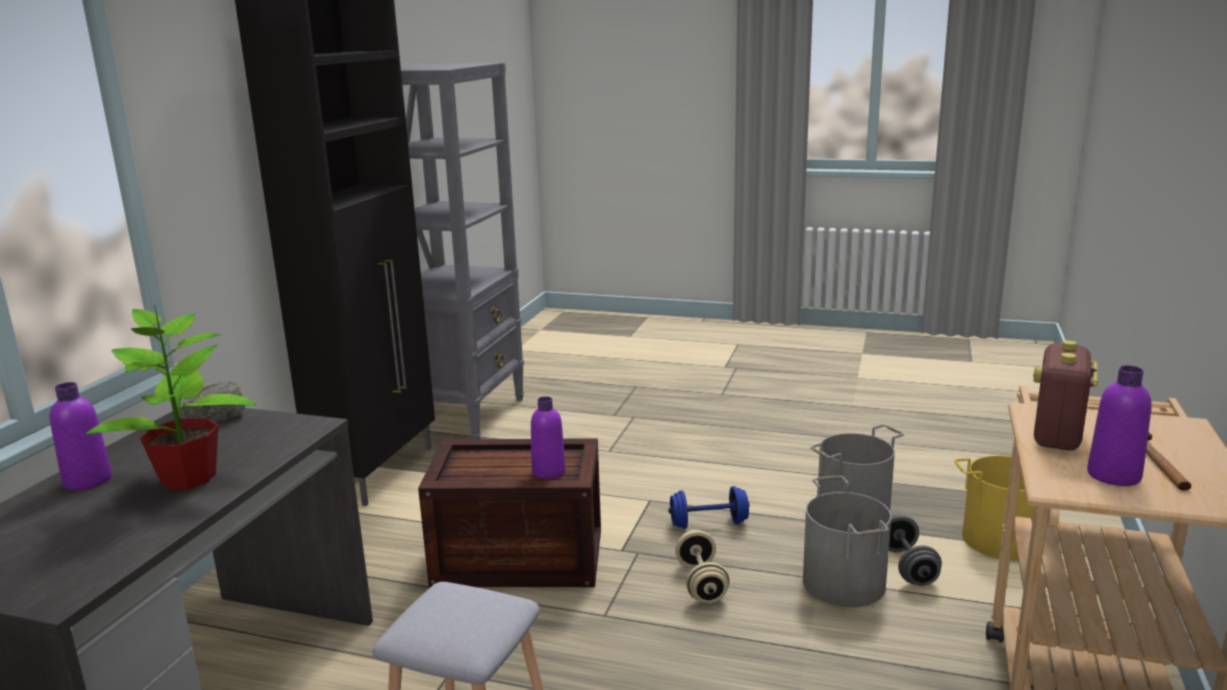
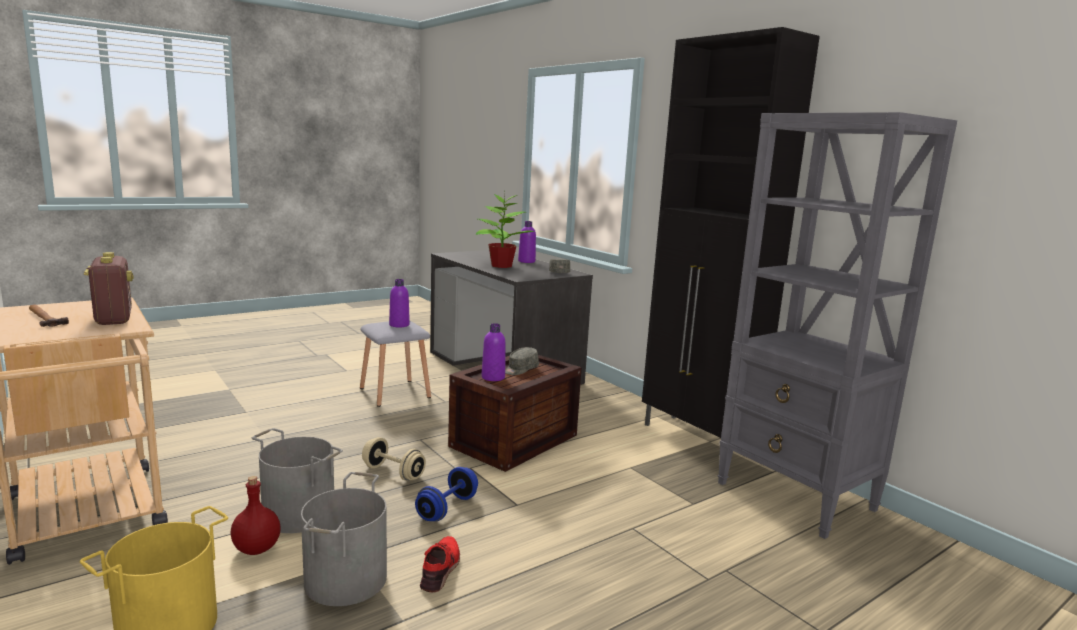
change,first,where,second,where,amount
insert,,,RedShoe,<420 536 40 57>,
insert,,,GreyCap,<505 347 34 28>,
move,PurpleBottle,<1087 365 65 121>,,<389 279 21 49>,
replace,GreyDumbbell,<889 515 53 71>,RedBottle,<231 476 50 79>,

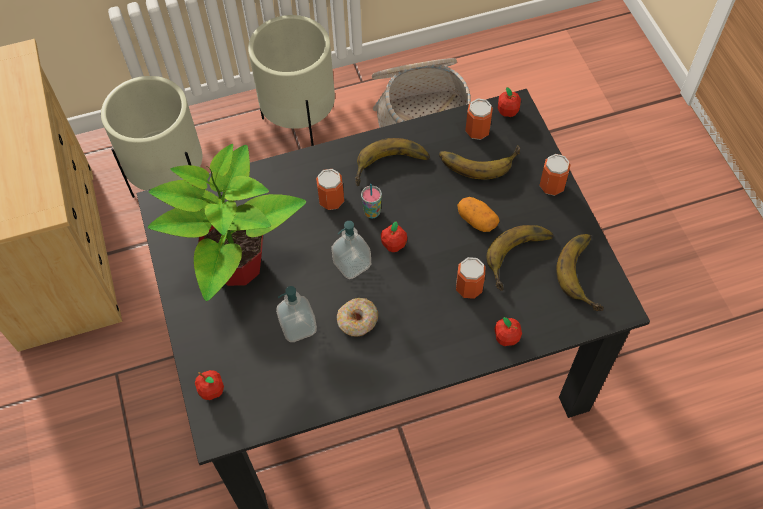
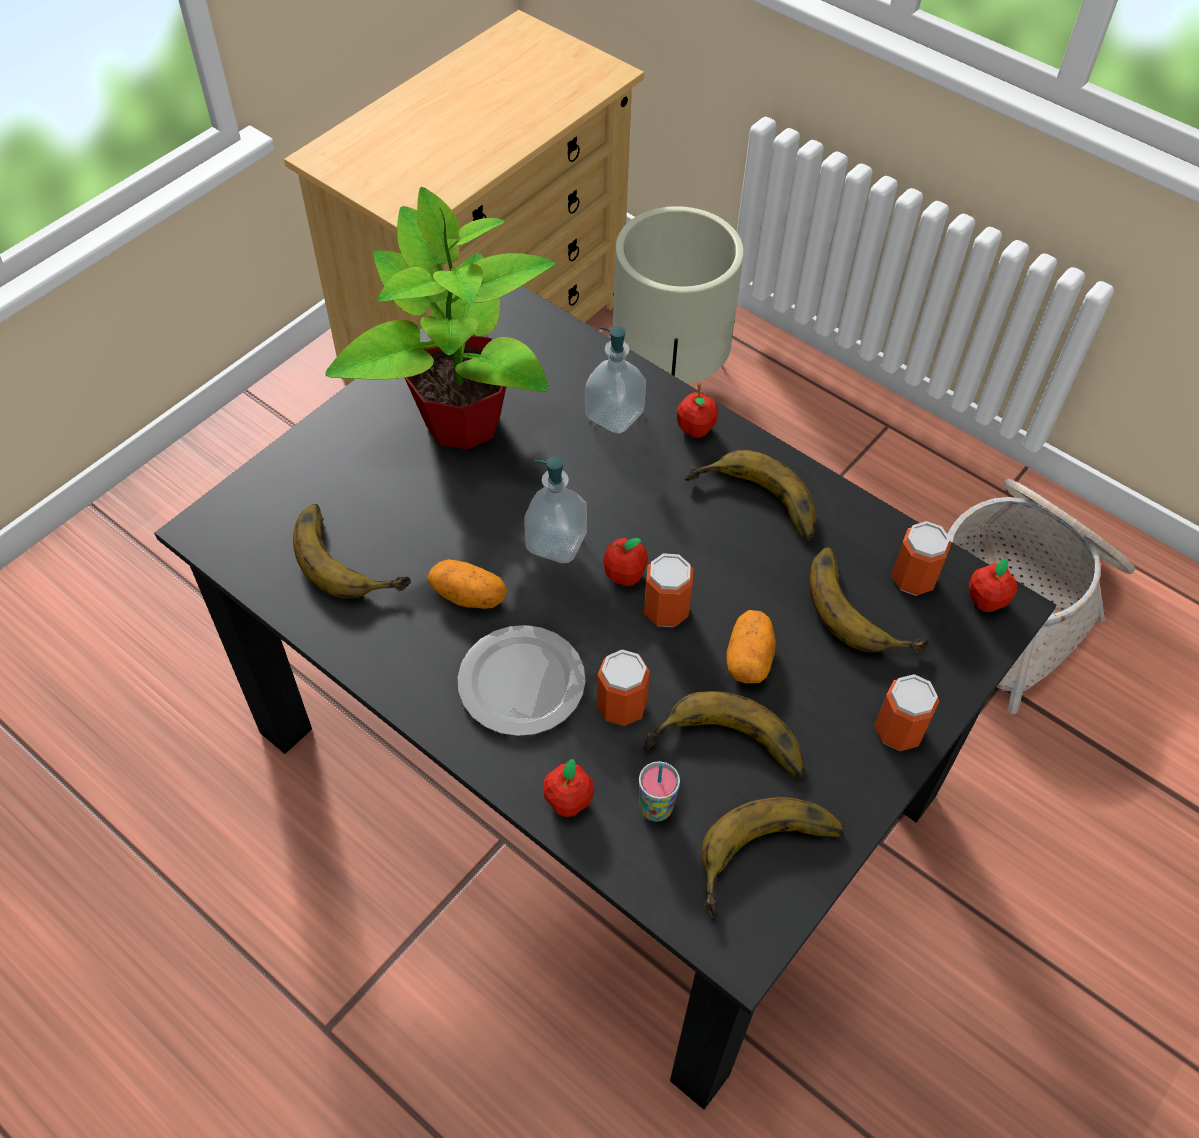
change,first,where,second,where,amount
delete,BeigePlanter,<248 15 87 131>,,,
insert,,,Banana,<293 504 118 95>,
insert,,,Plate,<458 625 127 111>,
move,Apple,<195 370 29 30>,,<677 383 42 55>,
move,SoapDispenser,<276 286 41 56>,,<585 326 61 108>,
move,Can,<316 169 28 41>,,<644 553 49 74>,
move,Cup,<361 184 21 34>,,<639 761 41 61>,
replace,Donut,<337 298 41 39>,Potato,<428 559 80 50>,

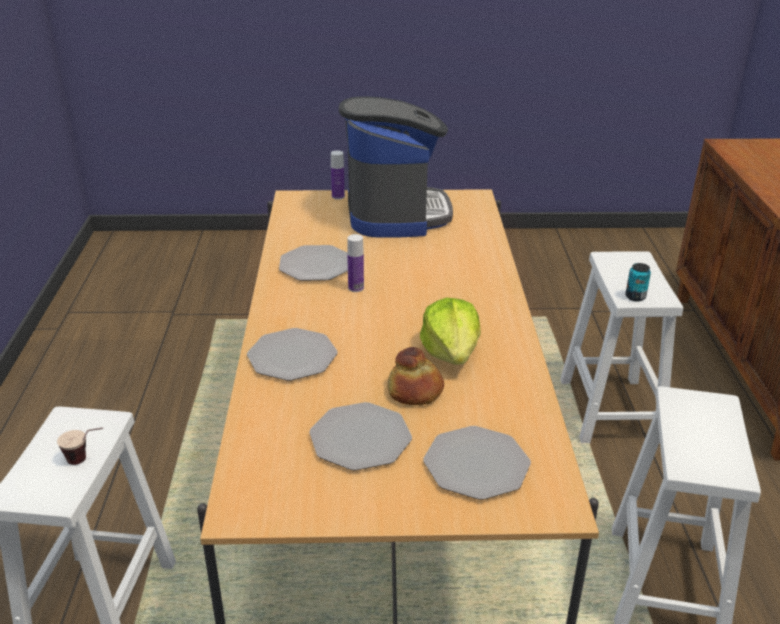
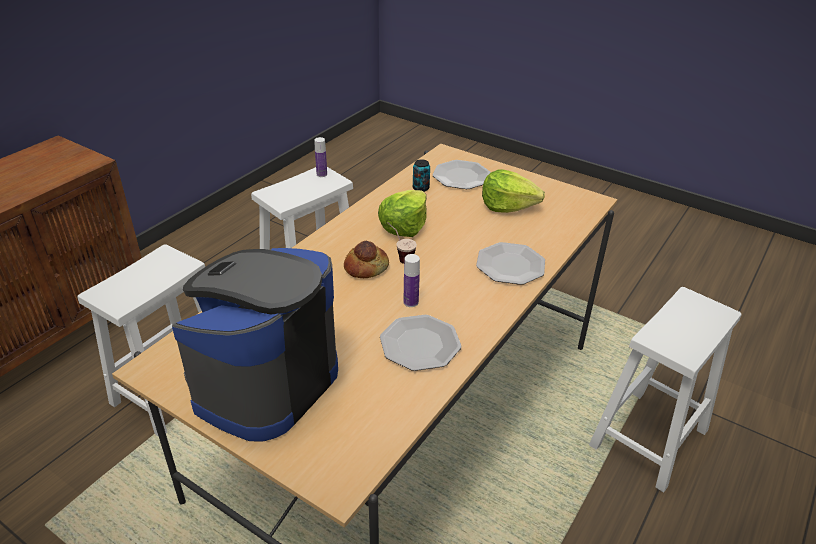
change,first,where,second,where,amount
move,Cup,<57 427 46 38>,,<387 222 30 42>,
move,Bottle,<331 151 14 49>,,<314 137 13 40>,
move,Bread,<388 347 56 58>,,<344 241 45 37>,
move,Can,<625 263 26 38>,,<413 159 17 33>,
replace,Plate,<309 402 103 69>,Lettuce,<482 169 63 44>,

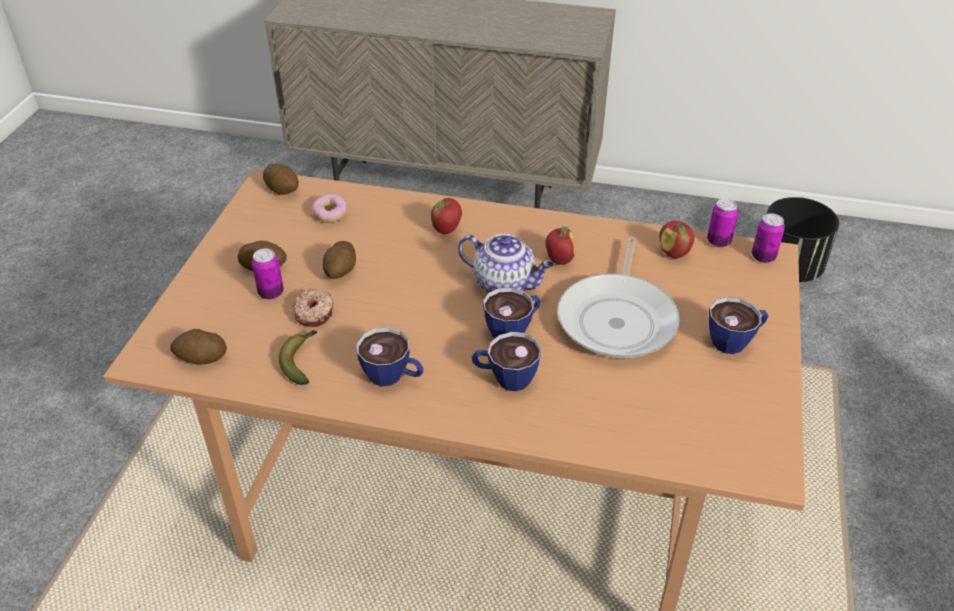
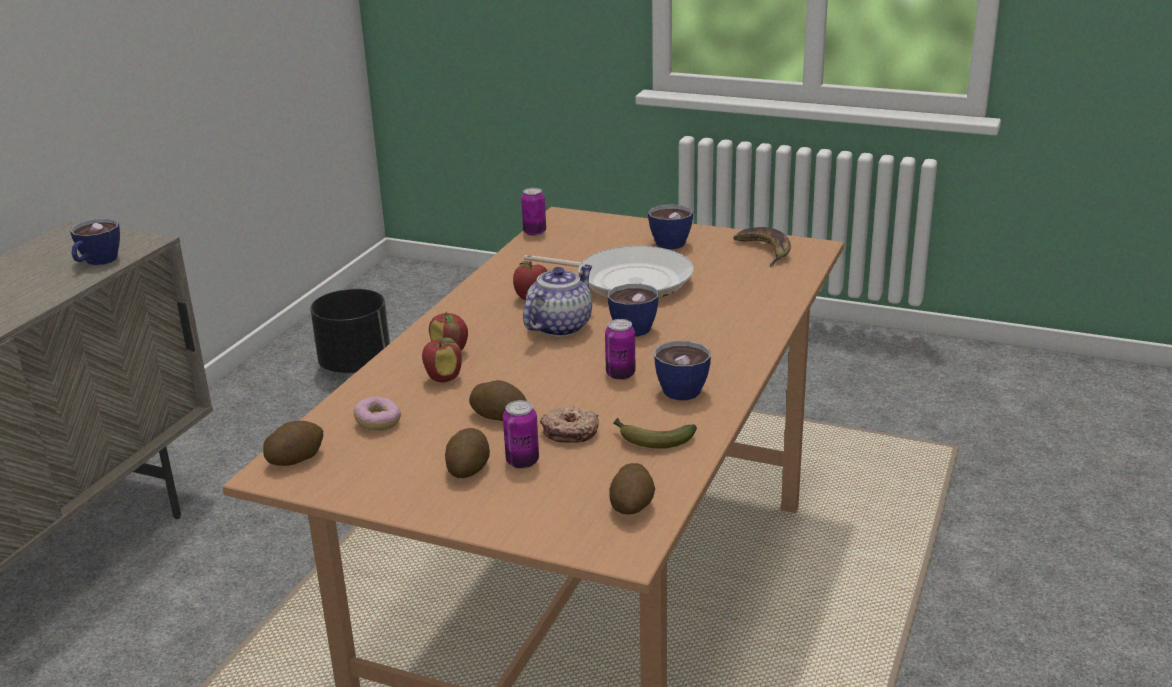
change,first,where,second,where,amount
insert,,,Banana,<733 227 58 40>,
move,Cup,<472 332 69 59>,,<70 218 50 47>,
move,Apple,<659 221 35 37>,,<422 337 40 45>,
move,Can,<752 213 33 50>,,<605 319 31 61>,

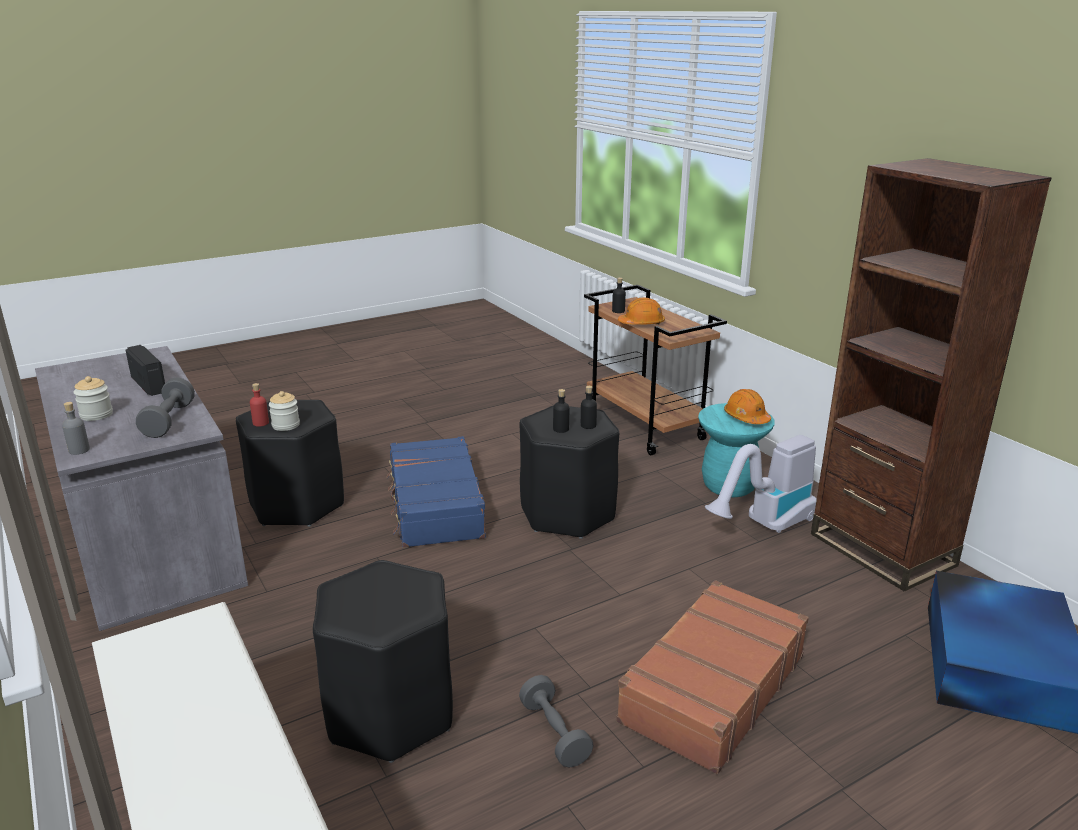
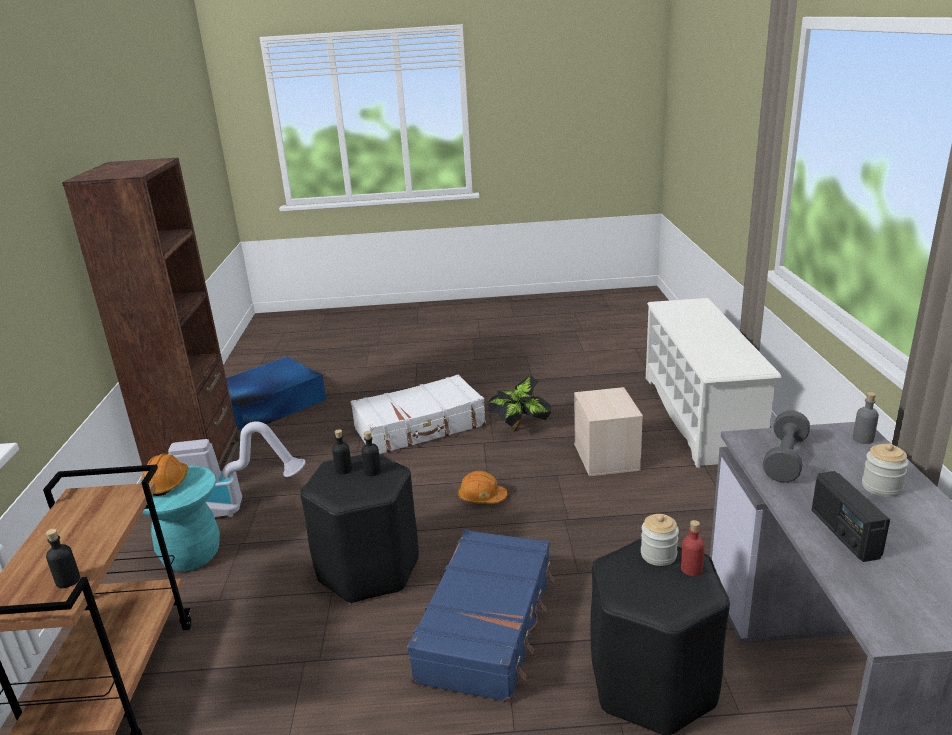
change,first,where,second,where,amount
move,OrangeHardHat,<618 297 47 28>,,<458 471 49 33>,
replace,BlackStool,<313 560 140 203>,BeigeStorageBox,<574 387 69 89>,
replace,GreyDumbbell,<519 675 75 92>,PottedPlant,<487 375 65 57>,
recolor,BrownSuitcase,<616 580 193 194>,WhiteSuitcase,<351 374 135 80>,

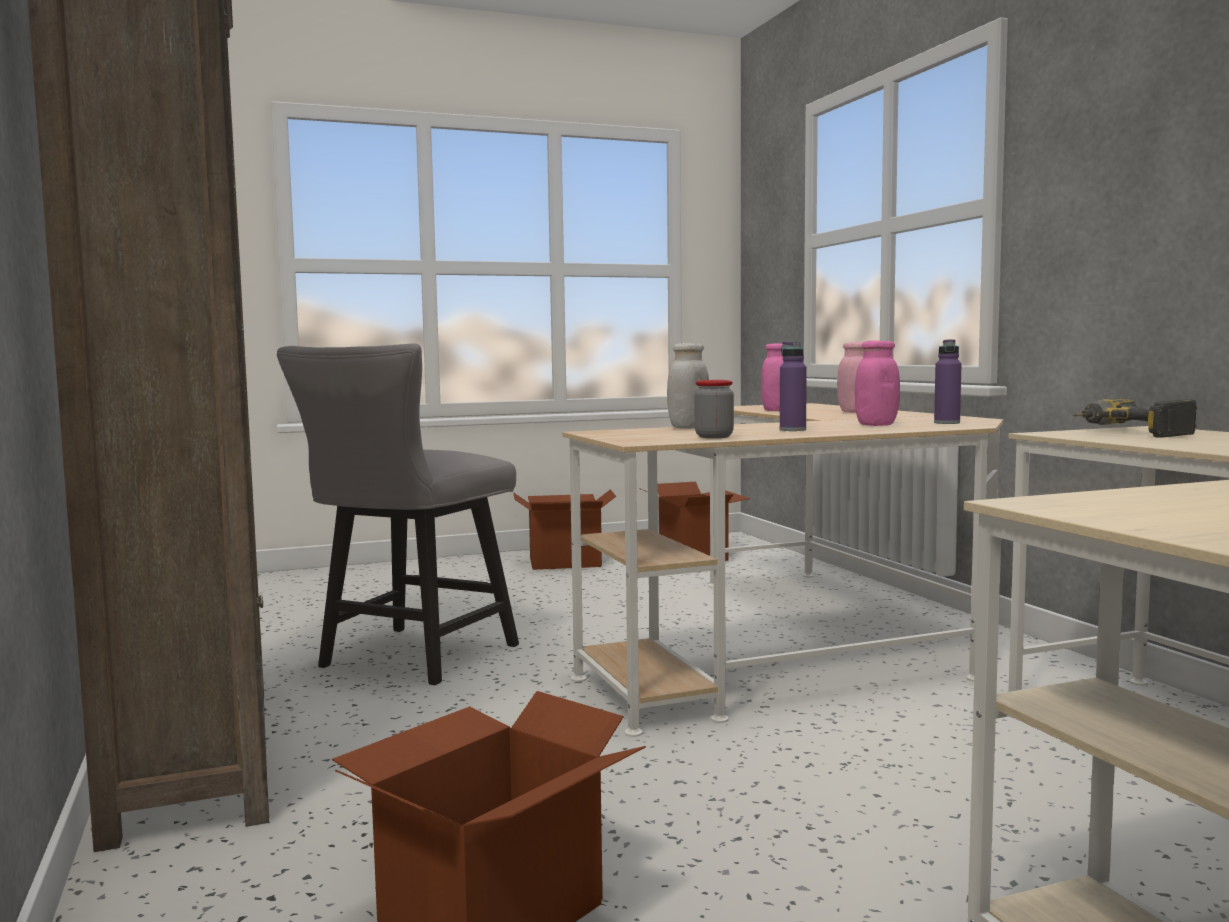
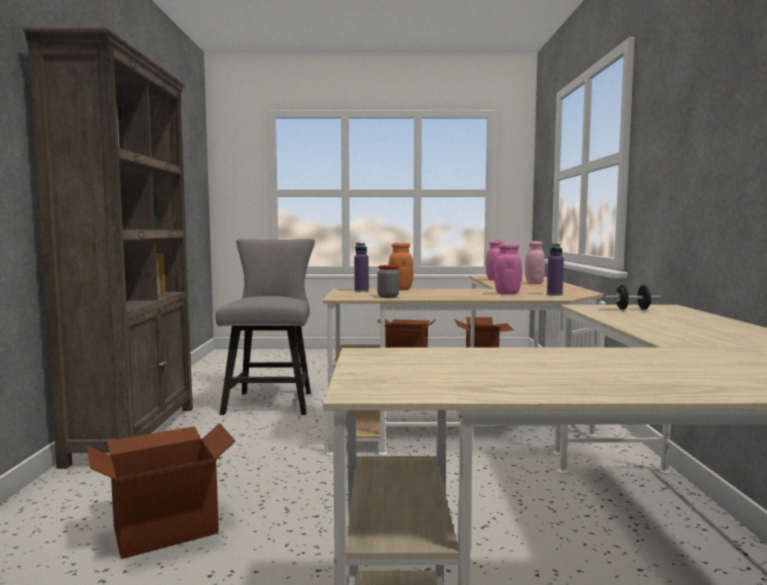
change,first,where,second,where,amount
move,PurpleBottle,<780 341 27 90>,,<354 243 15 49>,
replace,PowerDrill,<1073 399 125 39>,BlackDumbbell,<605 285 56 25>,
recolor,WhiteJar,<667 343 42 86>,OrangeJar,<388 243 25 47>,
rotate,GreyChair,<277 343 242 342>,,<216 239 99 176>,135 degrees clockwise

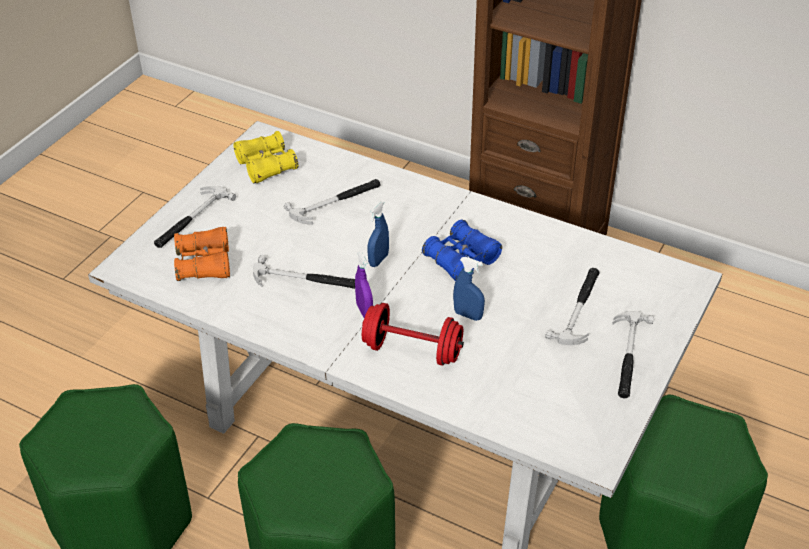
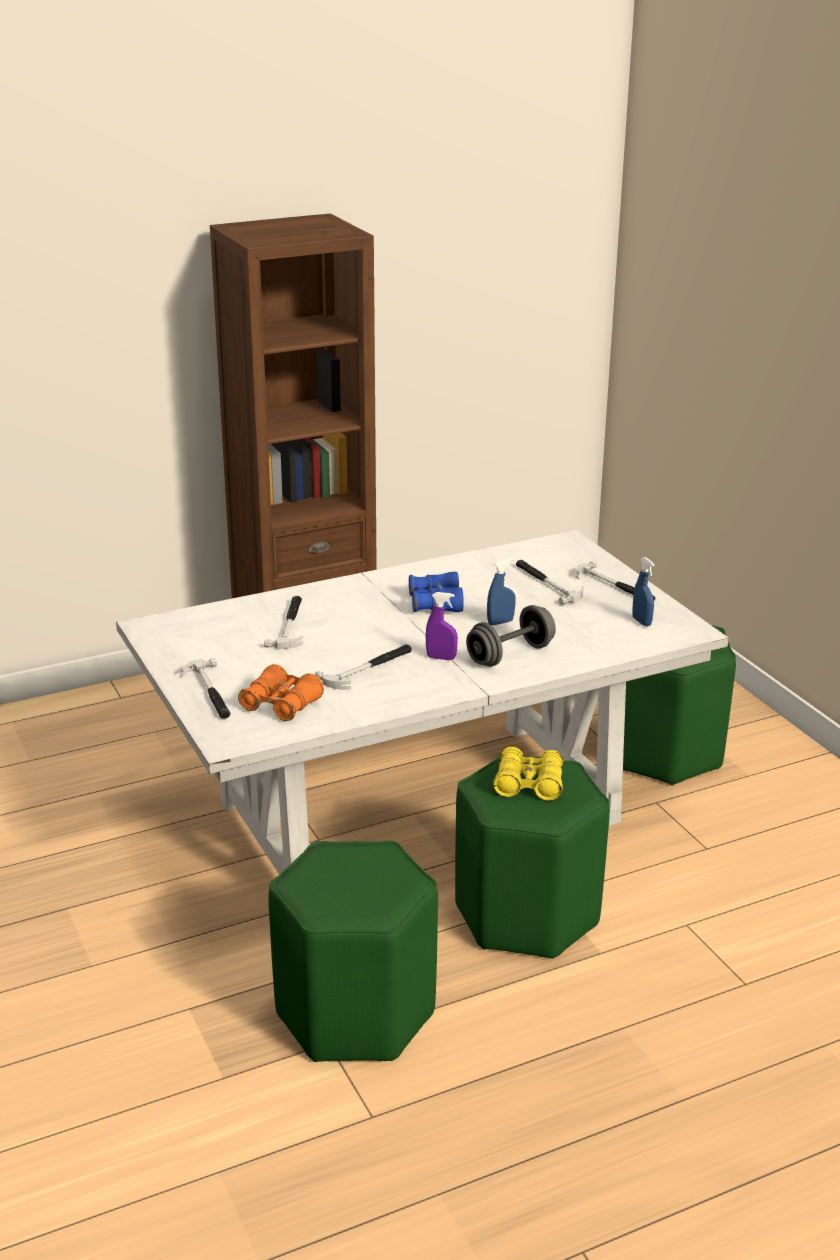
change,first,where,second,where,amount
move,YellowBinoculars,<233 131 65 52>,,<493 747 71 54>,
move,BlueSprayBottle,<368 201 21 66>,,<632 557 23 69>,
recolor,RedDumbbell,<362 303 102 63>,GreyDumbbell,<466 605 90 62>,

